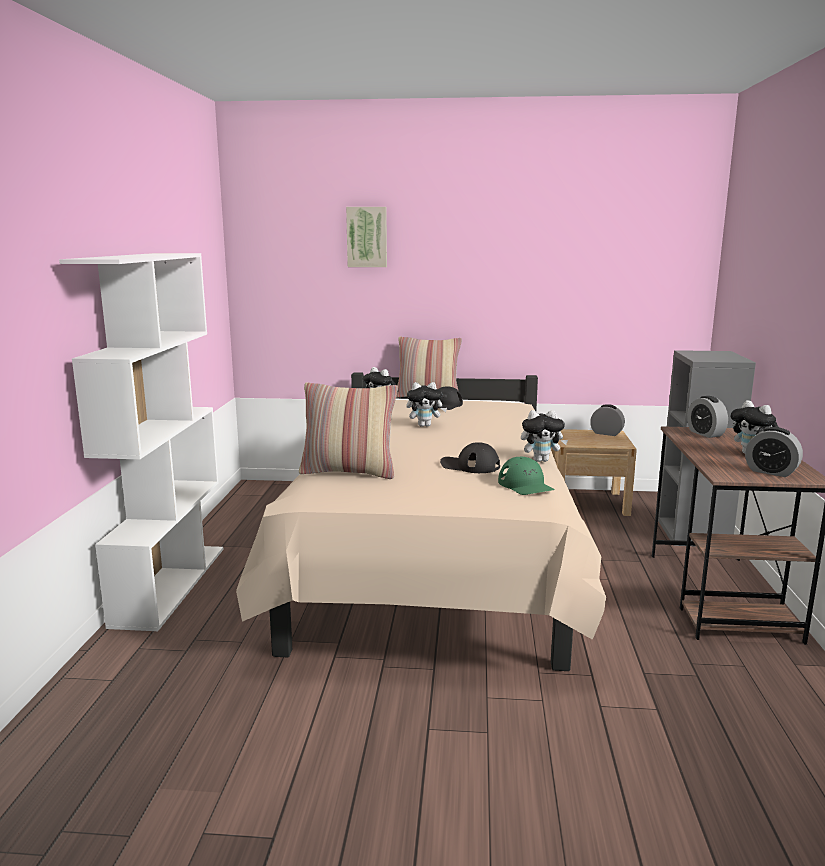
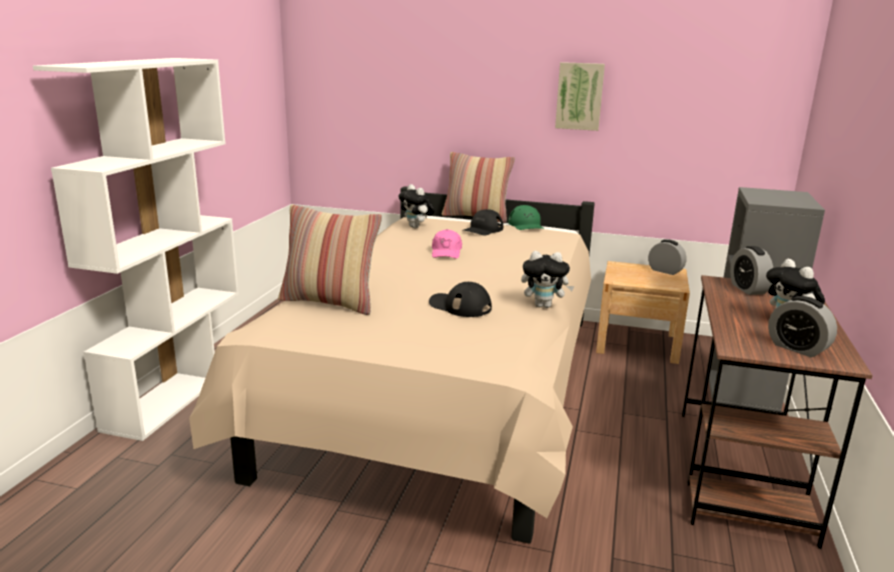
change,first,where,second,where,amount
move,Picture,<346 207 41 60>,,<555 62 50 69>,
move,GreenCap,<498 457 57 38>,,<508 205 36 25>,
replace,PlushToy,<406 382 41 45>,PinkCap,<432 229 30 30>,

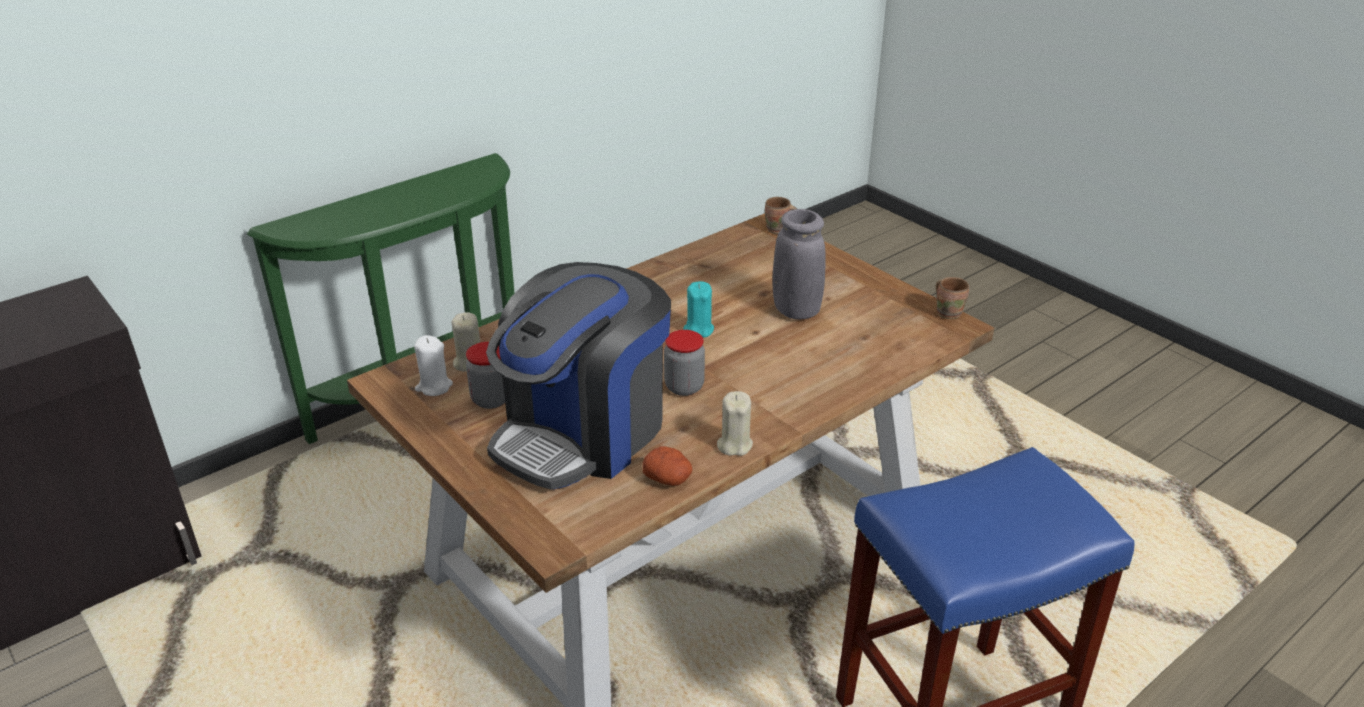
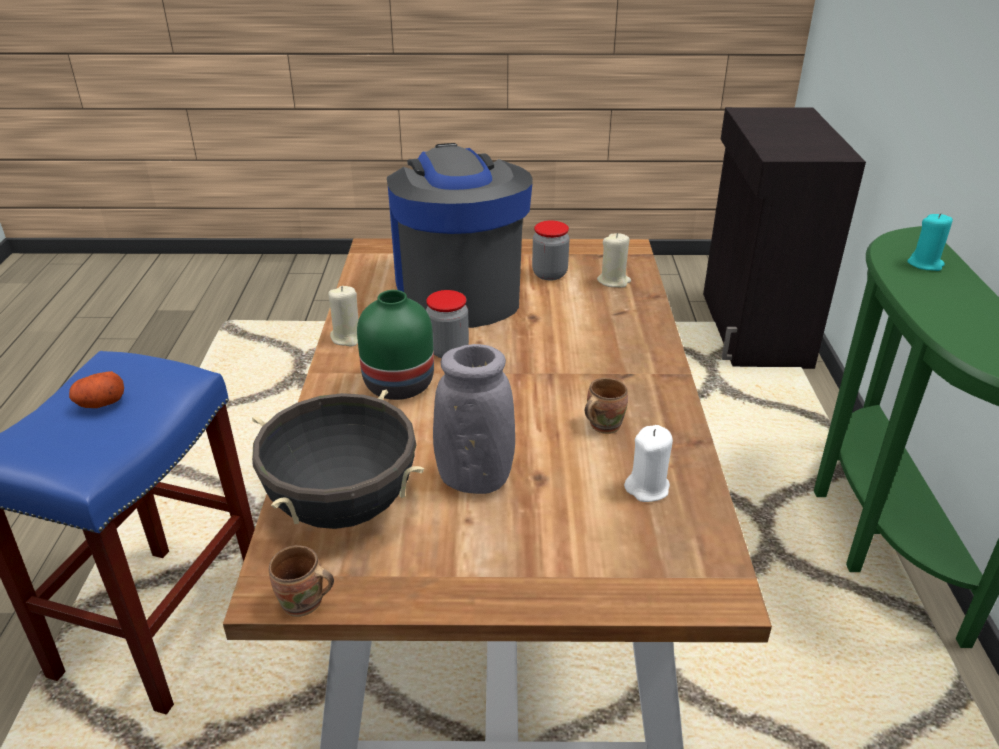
change,first,where,second,where,amount
insert,,,BlackCookingPot,<252 389 172 140>,
insert,,,GreenVase,<357 290 77 110>,
move,WhiteCandle,<414 335 39 61>,,<624 425 49 77>,
move,Potato,<643 446 49 40>,,<69 371 55 37>,
move,TurquoiseCandle,<683 281 31 56>,,<907 213 46 58>,
move,BrownMug,<765 197 32 37>,,<585 378 43 56>,

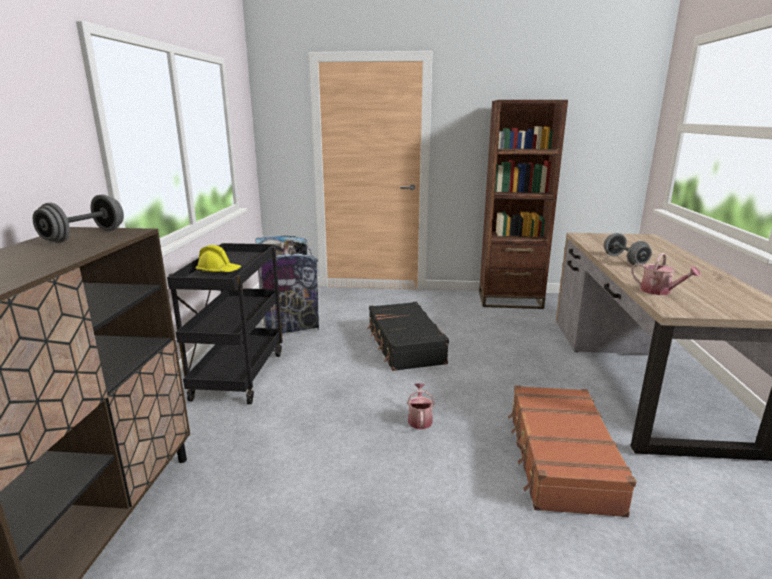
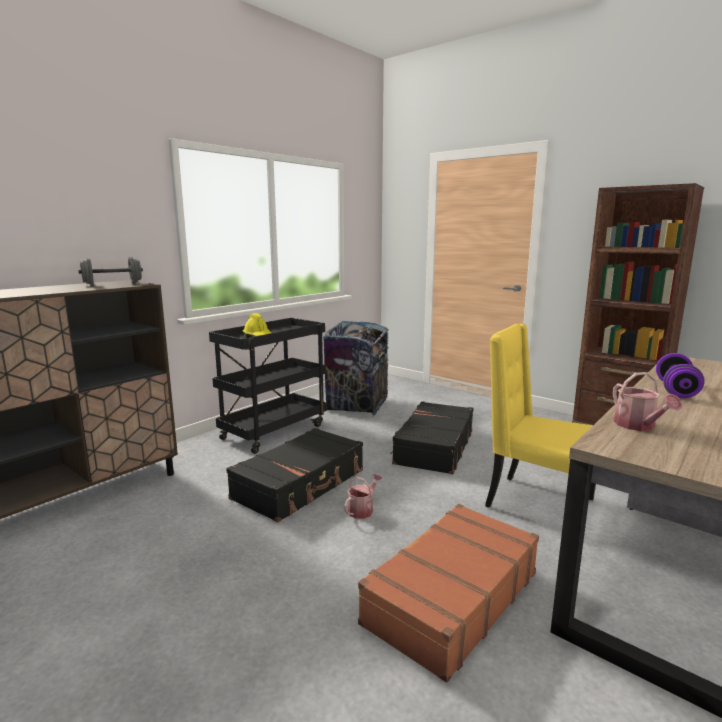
change,first,where,second,where,amount
insert,,,BlackSuitcase,<226 428 137 95>,
insert,,,YellowChair,<485 324 111 184>,
recolor,GreyDumbbell,<604 233 48 32>,PurpleDumbbell,<656 353 49 45>,

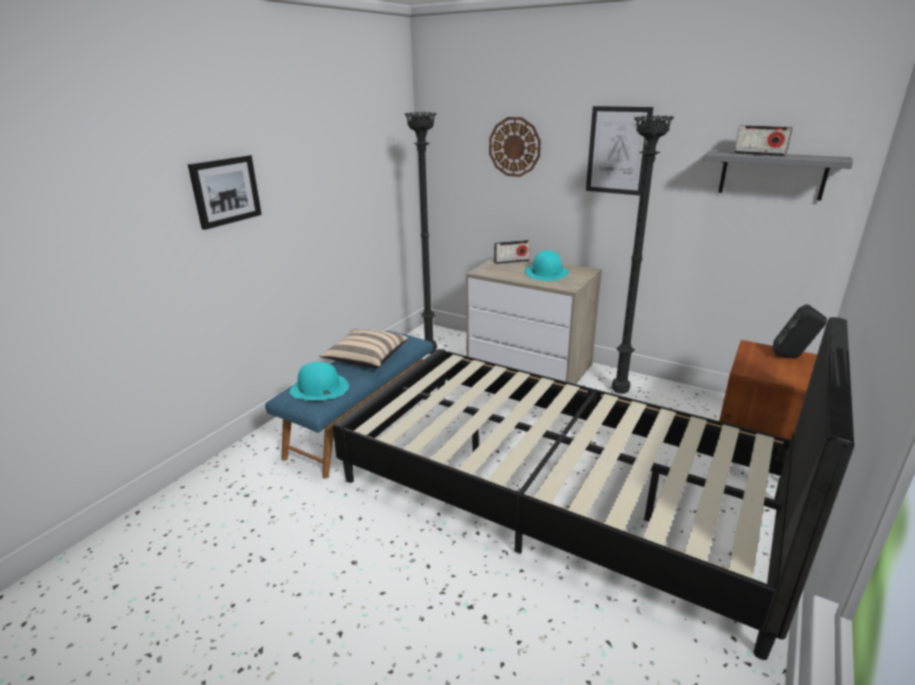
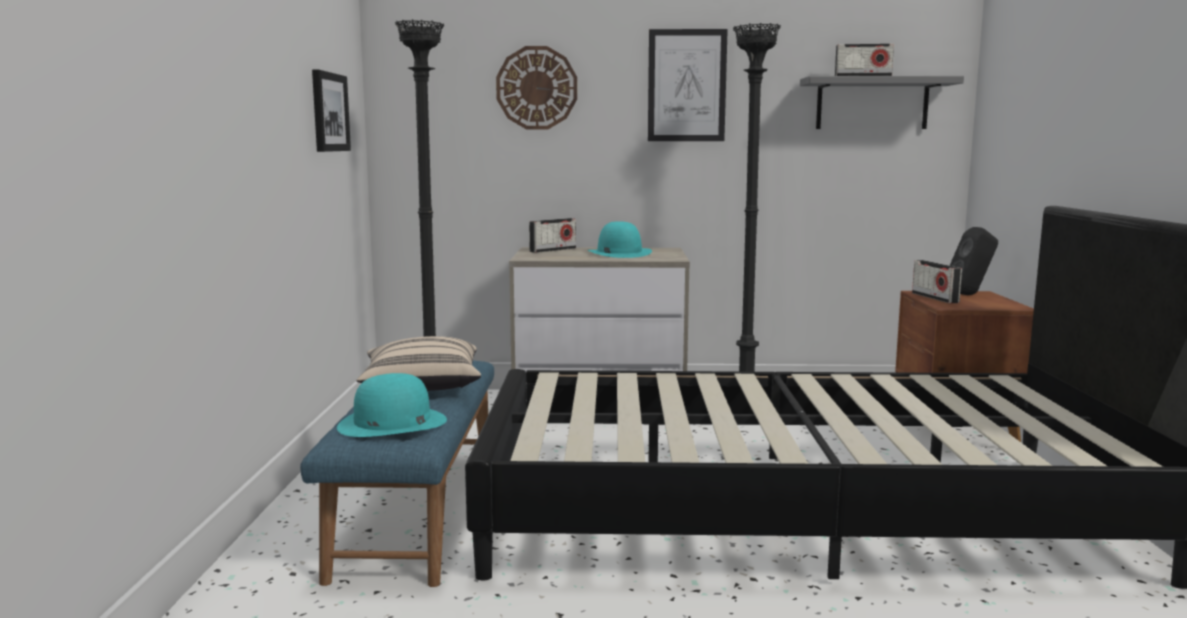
change,first,where,second,where,amount
insert,,,Radio,<912 260 50 43>,
move,Picture,<188 155 74 75>,,<312 70 39 82>,

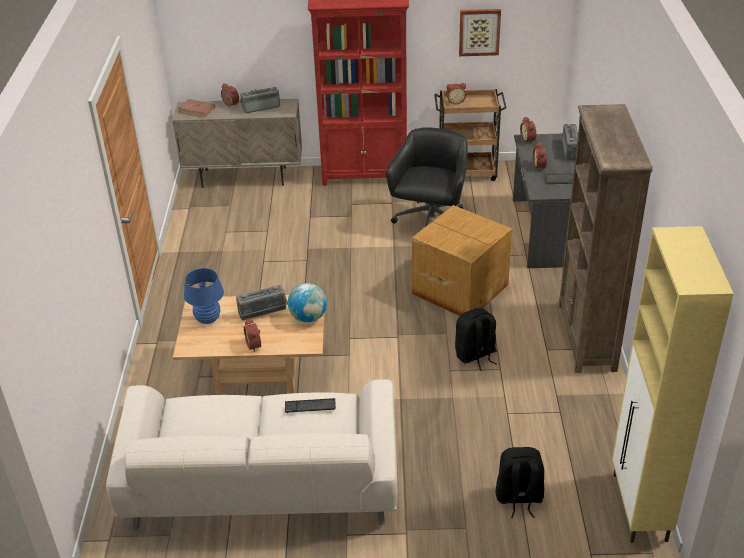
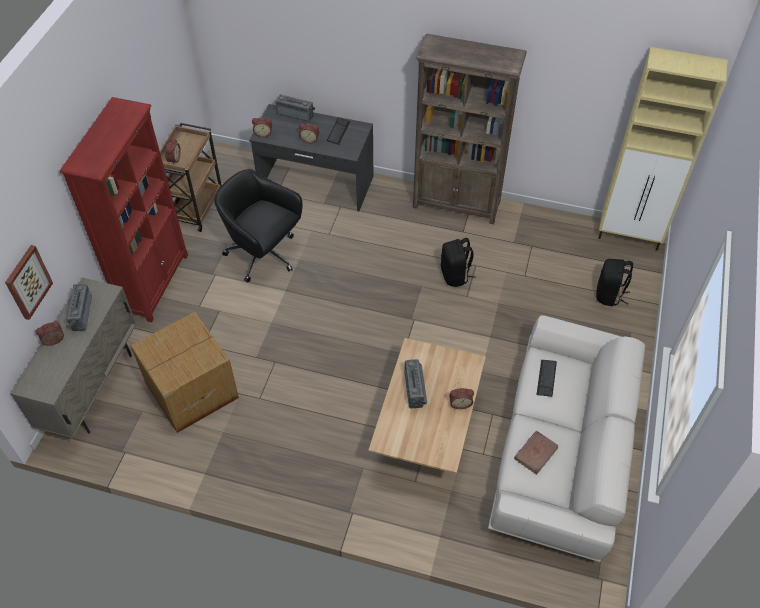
change,first,where,second,where,amount
delete,BlueTableLamp,<184 268 40 56>,,,
delete,Globe,<288 283 39 39>,,,
move,BrownBook,<178 99 37 19>,,<514 431 45 44>,
move,CardboardBox,<412 205 100 111>,,<130 312 109 121>,
move,Picture,<459 9 42 47>,,<5 245 48 75>,

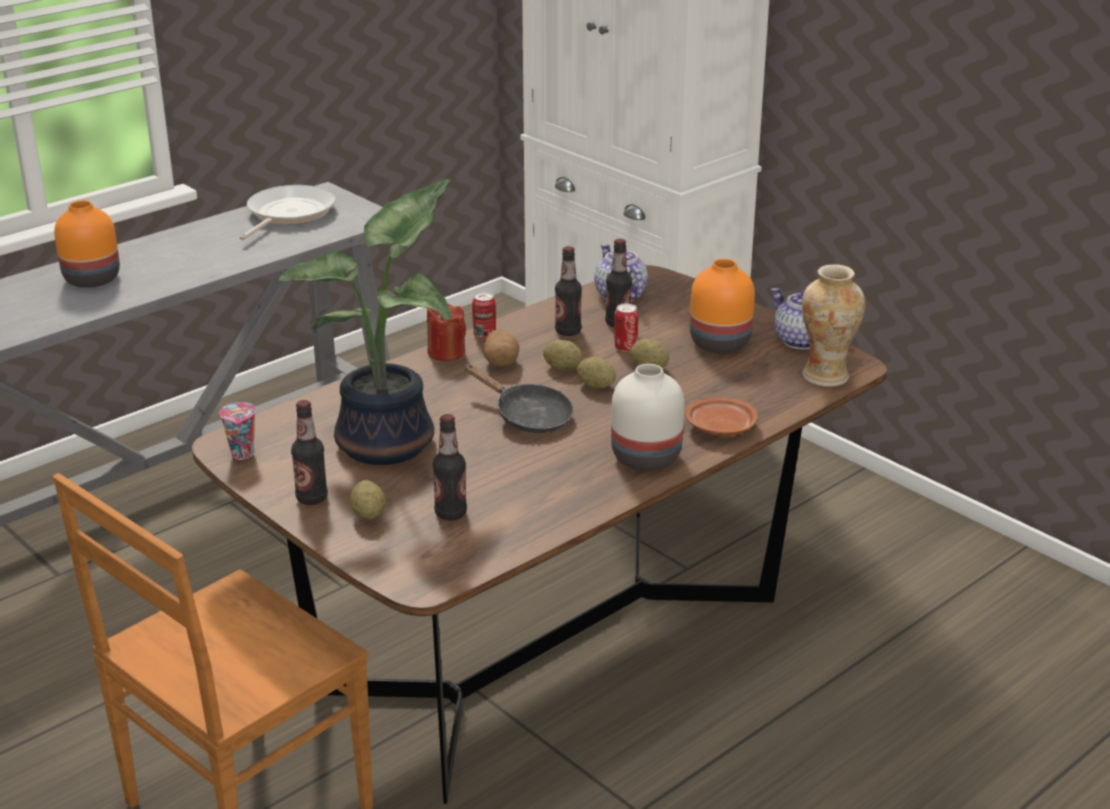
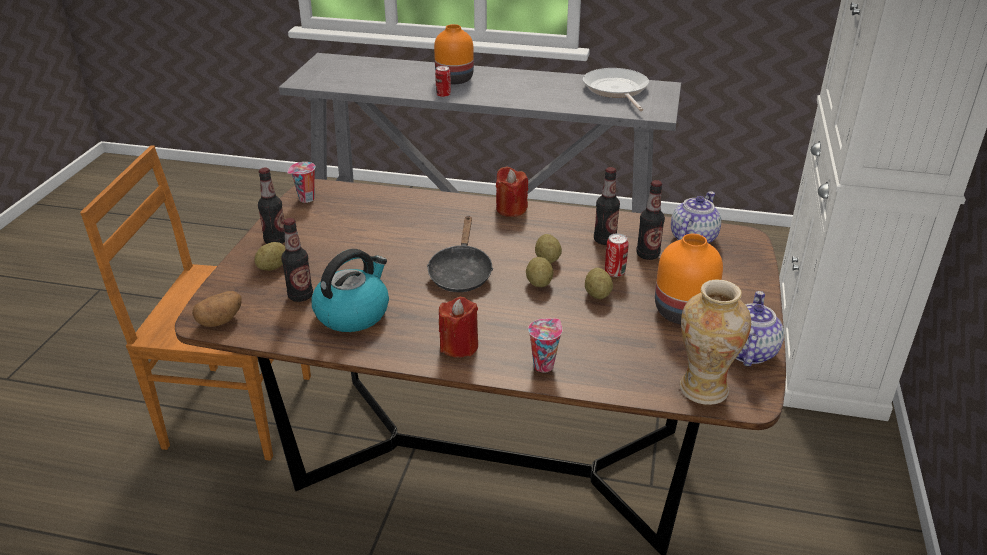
change,first,where,second,where,amount
delete,PottedPlant,<278 179 173 286>,,,
insert,,,Kettle,<311 249 78 83>,
move,Can,<472 292 24 47>,,<435 66 16 31>,
move,Potato,<483 330 36 37>,,<192 291 50 36>,
replace,WhiteVase,<611 364 73 107>,RedCandle,<439 297 39 61>,
replace,BrownPlate,<685 396 73 40>,Cup,<528 318 34 54>,
rotate,FryingPan,<240 185 96 55>,,<583 68 66 43>,90 degrees counterclockwise

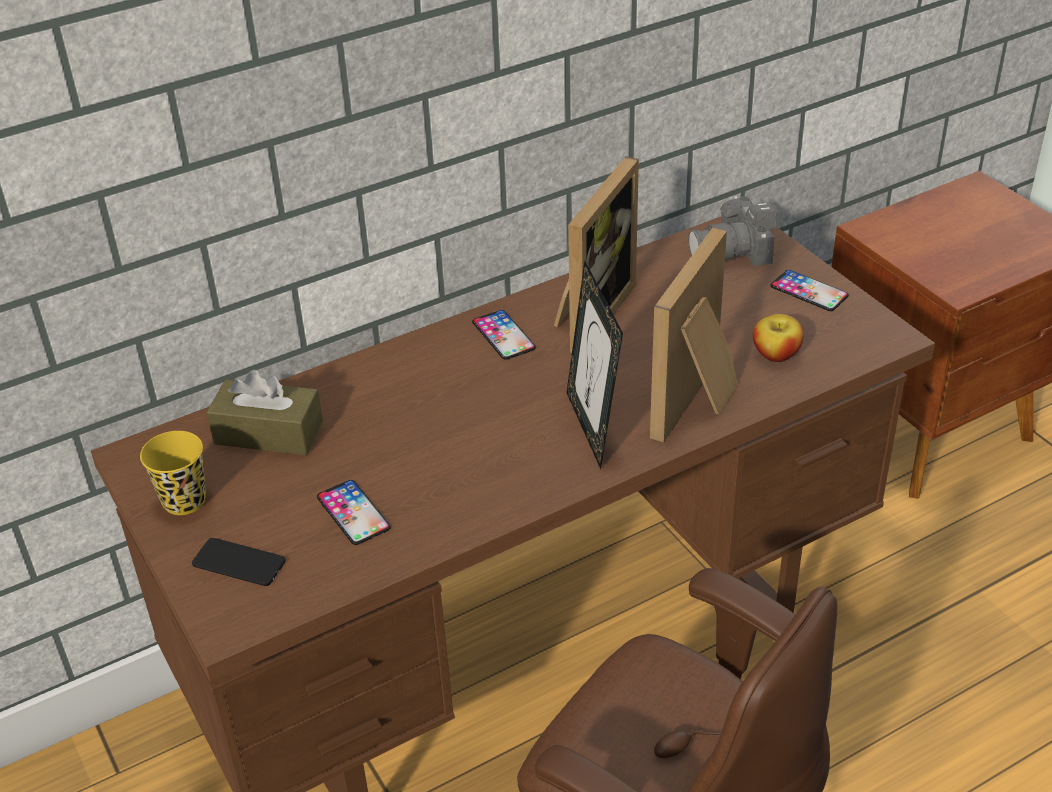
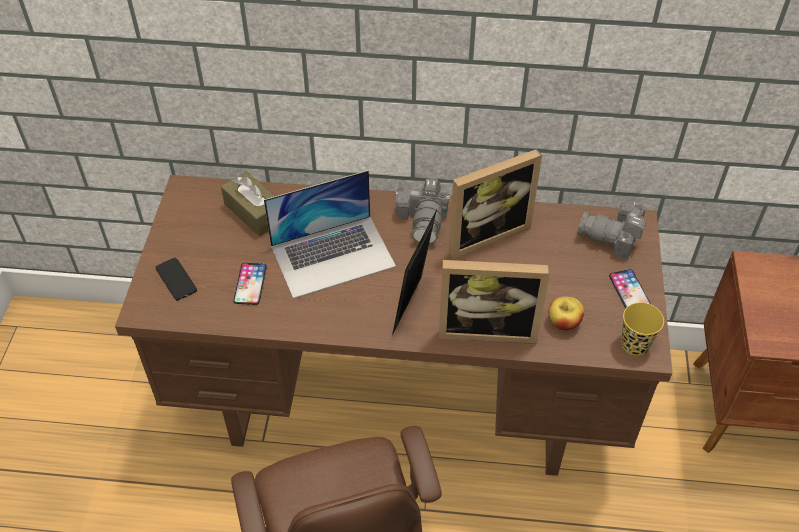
change,first,where,second,where,amount
insert,,,Laptop,<264 170 132 129>,
move,YellowCup,<140 431 66 84>,,<621 302 43 54>,
replace,Phone,<472 310 64 50>,PhotoCamera,<396 177 54 67>,
rotate,PictureFrame,<650 228 88 214>,,<439 260 111 84>,150 degrees counterclockwise

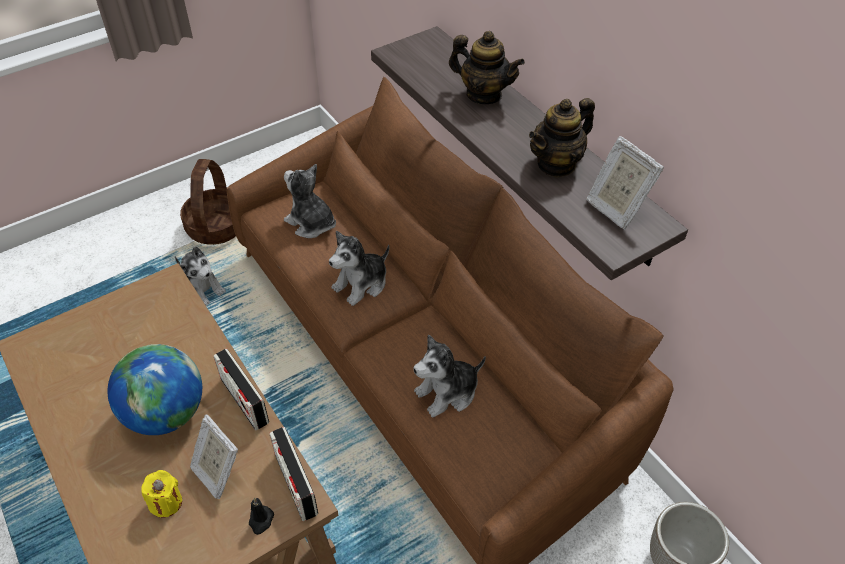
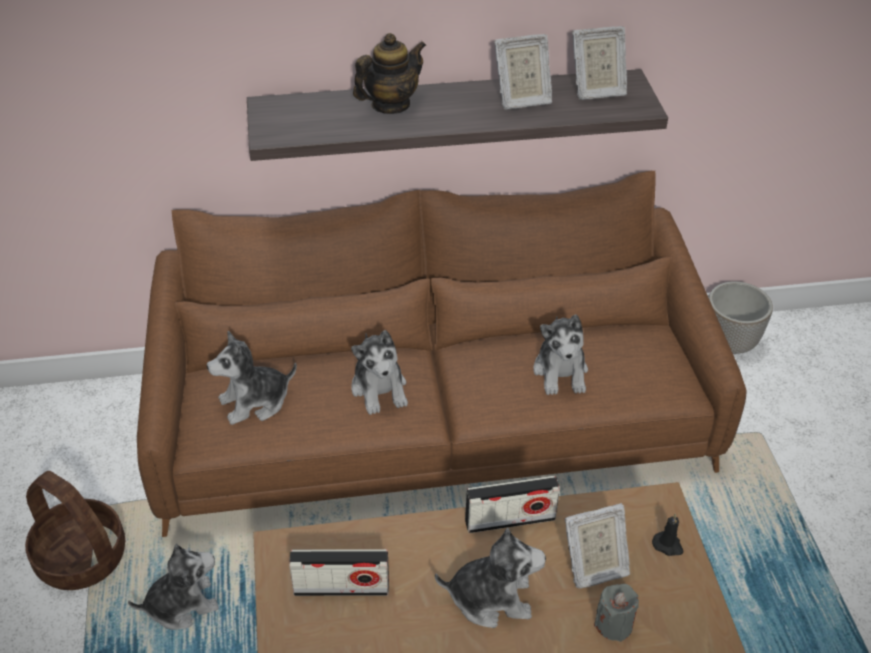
change,first,where,second,where,amount
move,Radio,<269 427 49 94>,,<289 549 100 47>,
replace,Globe,<107 344 95 91>,PlushToy,<435 528 111 100>,
replace,Teapot,<529 98 66 80>,PictureFrame,<494 34 58 76>,
recolor,YellowCandle,<141 470 41 48>,GreyCandle,<594 584 45 58>,

